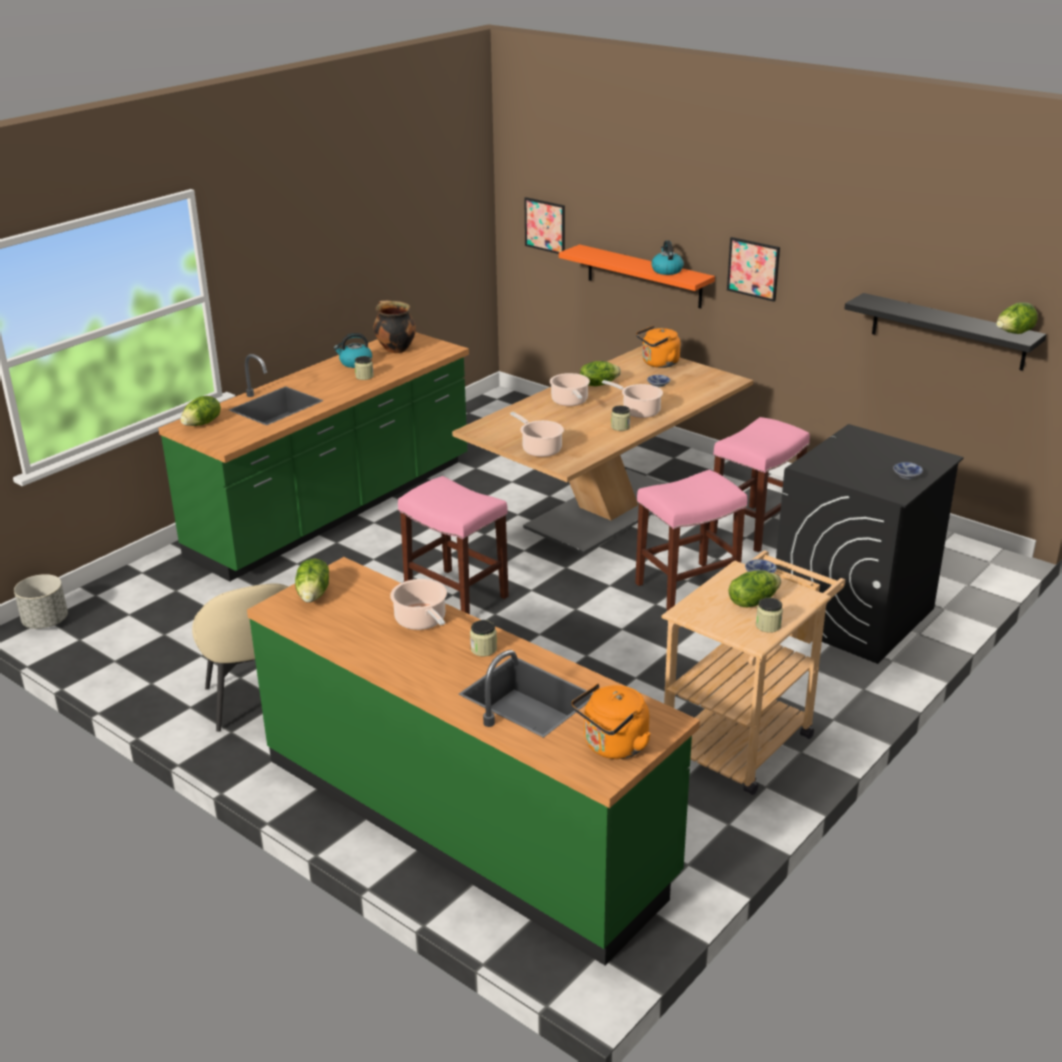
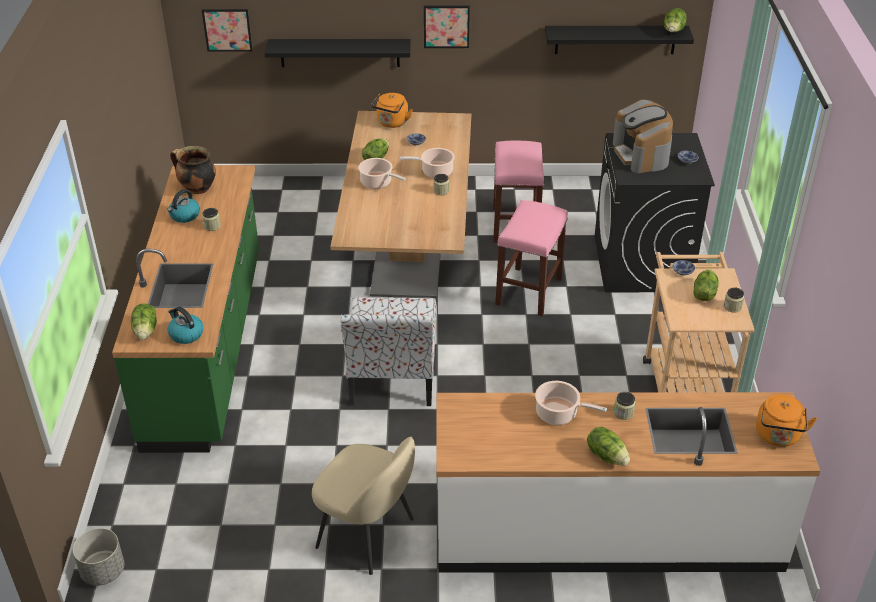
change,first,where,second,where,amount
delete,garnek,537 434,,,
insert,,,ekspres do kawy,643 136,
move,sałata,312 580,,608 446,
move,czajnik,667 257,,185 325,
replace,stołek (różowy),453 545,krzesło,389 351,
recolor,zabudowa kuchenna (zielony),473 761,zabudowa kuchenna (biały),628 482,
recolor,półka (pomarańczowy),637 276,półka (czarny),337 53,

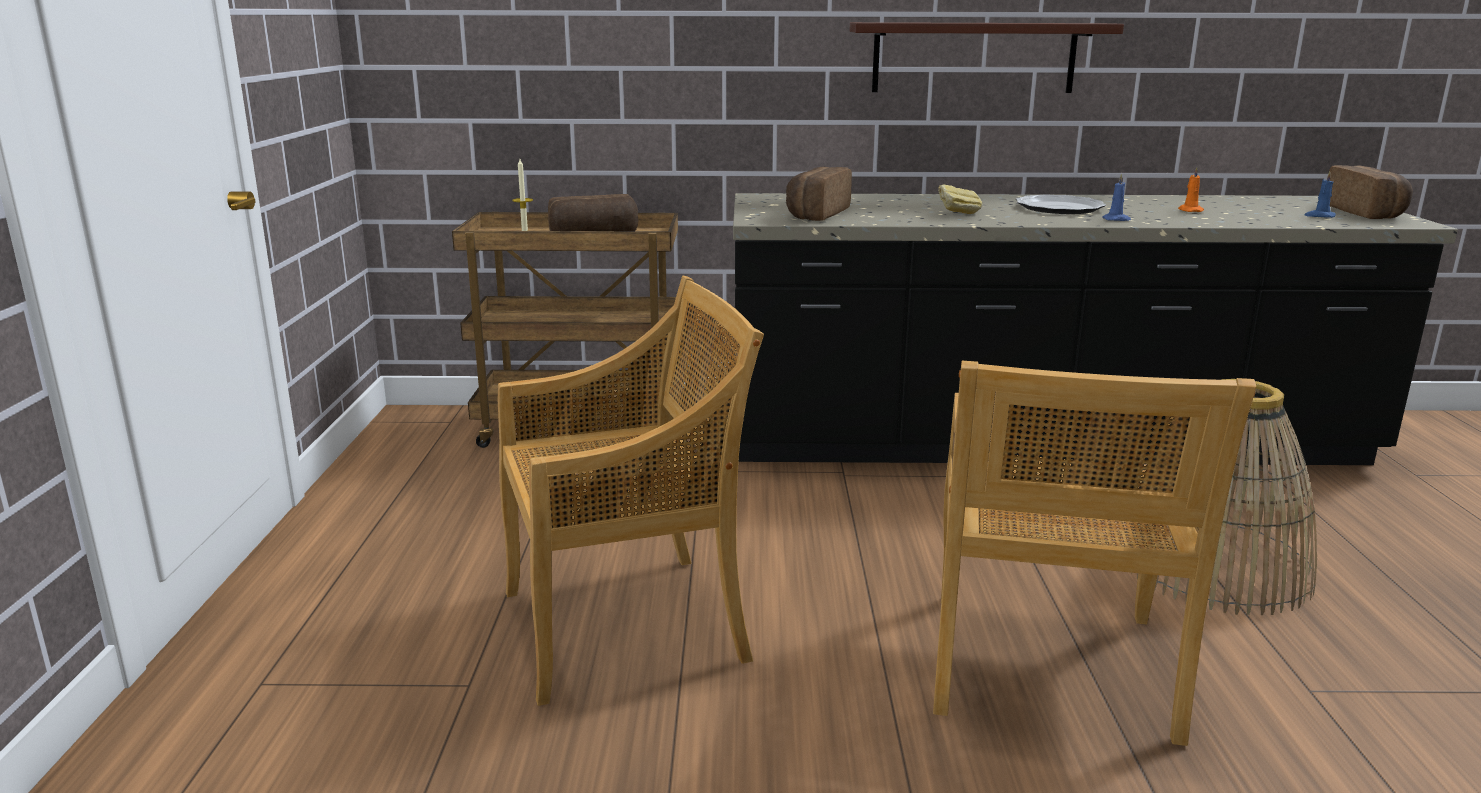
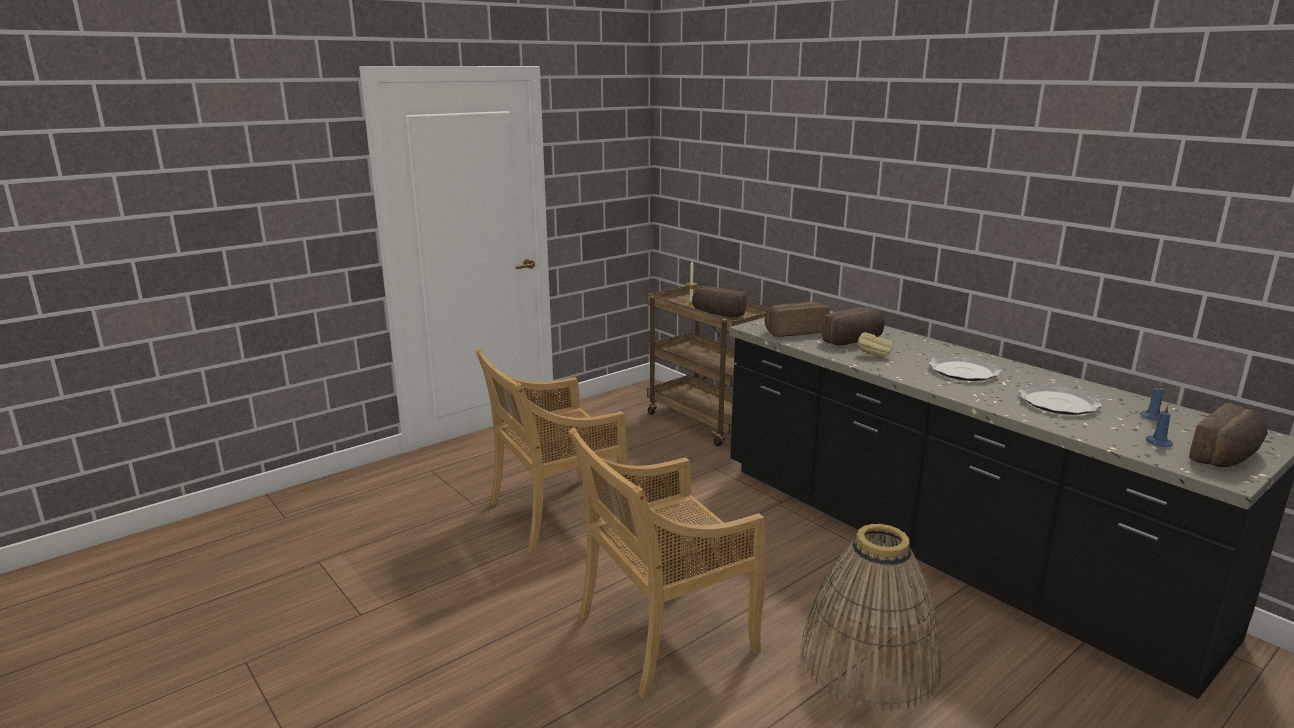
change,first,where,second,where,amount
delete,półka,987 57,,,
insert,,,chleb,853 325,
move,świeca (niebieski),1116 197,,1152 401,
replace,świeca (pomarańczowy),1191 189,talerz,1060 399,
rotate,krzesło (beżowy),631 491,,551 451,120 degrees clockwise

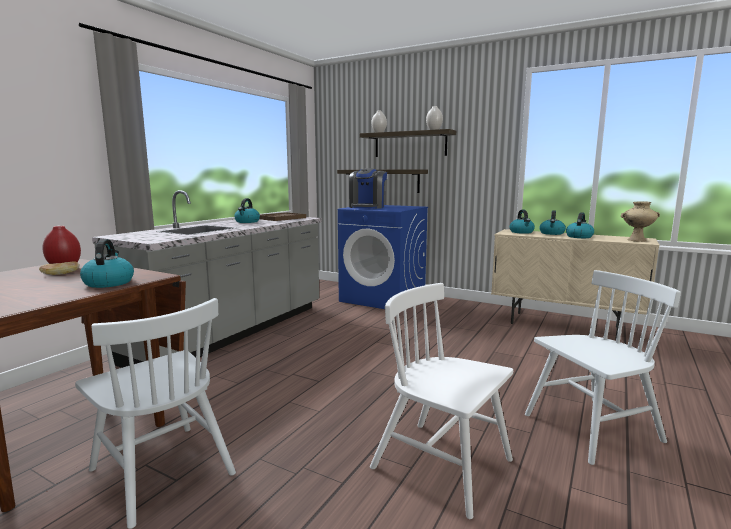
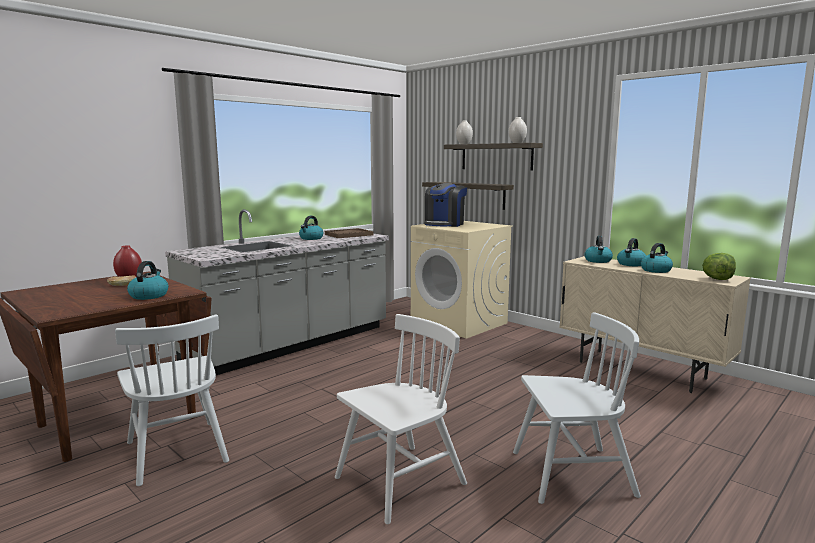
change,first,where,second,where,amount
replace,wazon (beżowy),640 221,sałata,719 266,
recolor,pralka (niebieski),383 257,pralka (beżowy),462 280,
rotate,krzesło (biały),441 401,,401 419,90 degrees clockwise

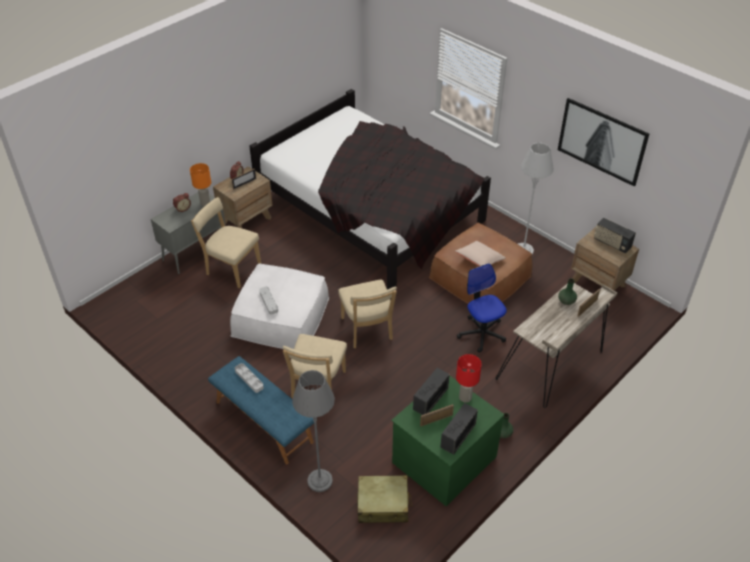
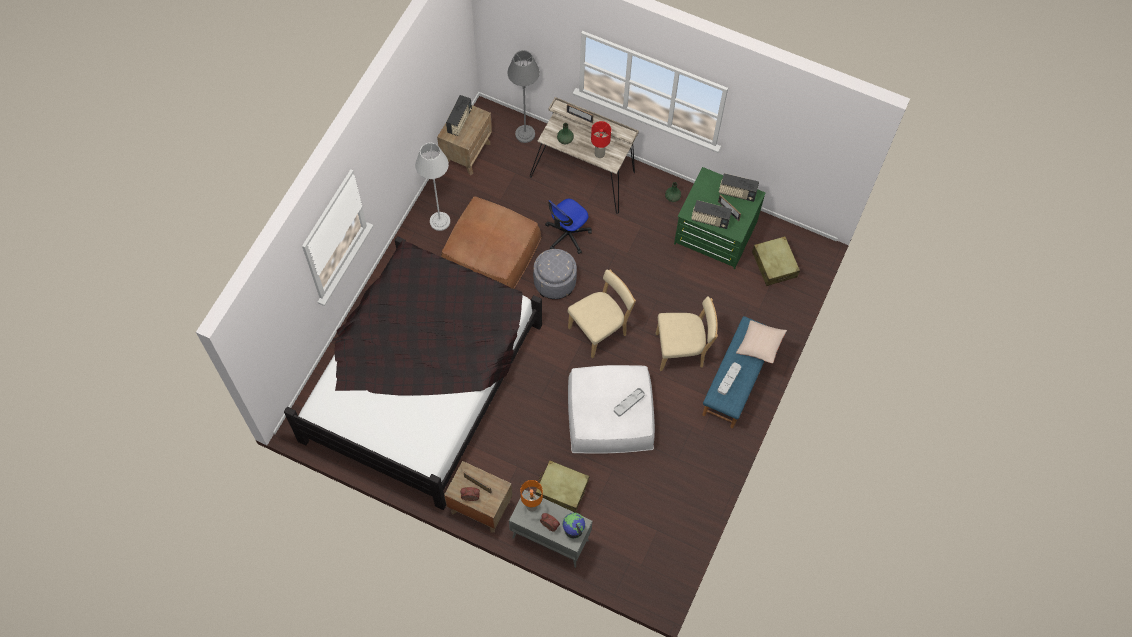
change,first,where,second,where,amount
delete,obraz,603 142,,,
insert,,,pufa (szary),555 274,
insert,,,globus,573 525,
move,lampa stojąca (szary),313 431,,523 96,
move,poduszka (beżowy),480 254,,761 341,
move,lampa stołowa (czerwony),469 378,,601 139,
replace,krzesło (beżowy),226 243,walizka (beżowy),563 486,

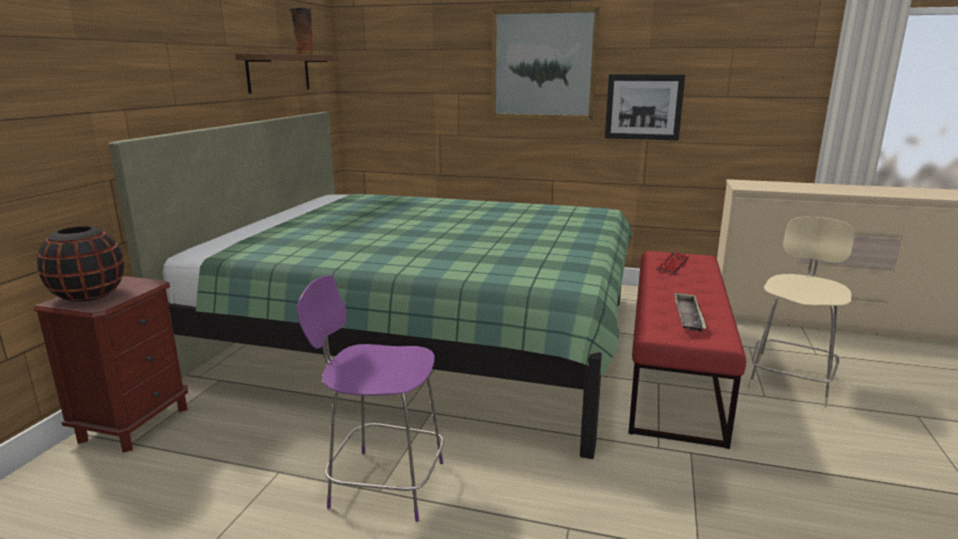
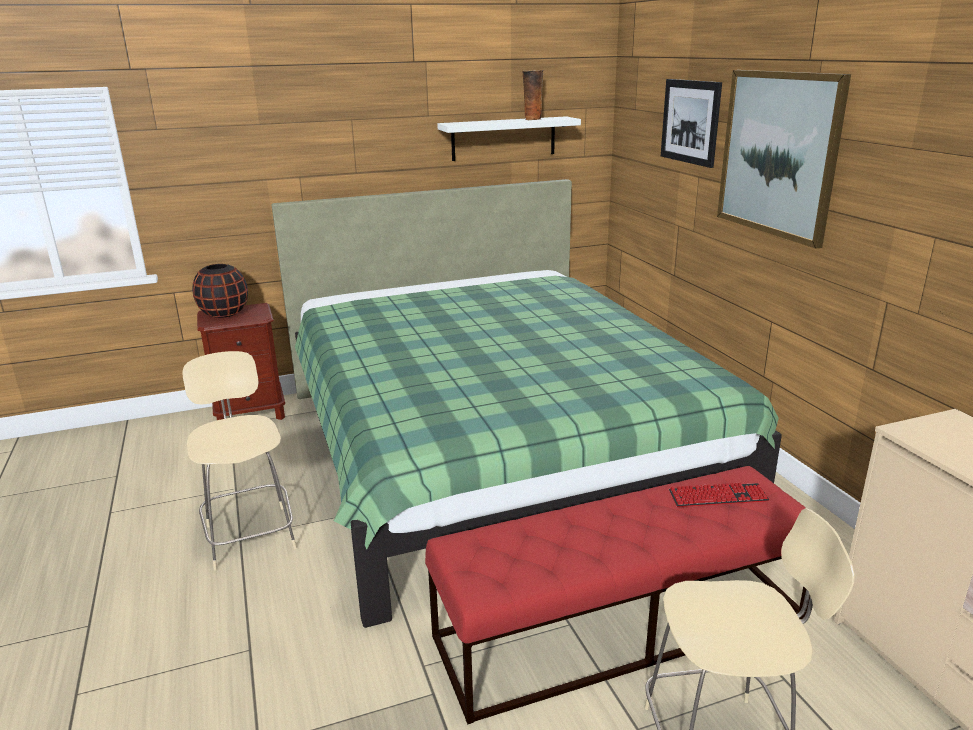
change,first,where,second,where,amount
delete,taca,690 312,,,
move,obraz,645 107,,691 123,
recolor,półka (brązowy),287 73,półka (biały),509 138,
recolor,krzesło (fioletowy),370 398,krzesło (beżowy),239 461,

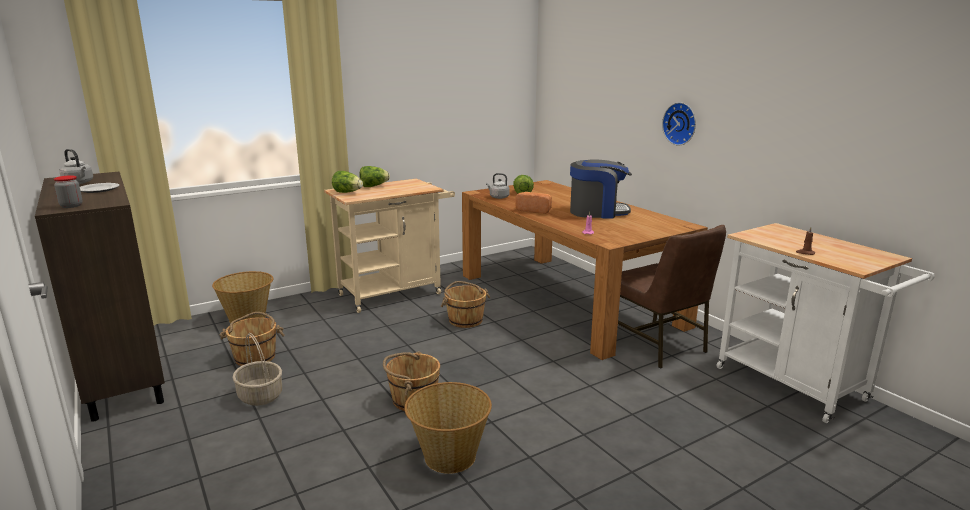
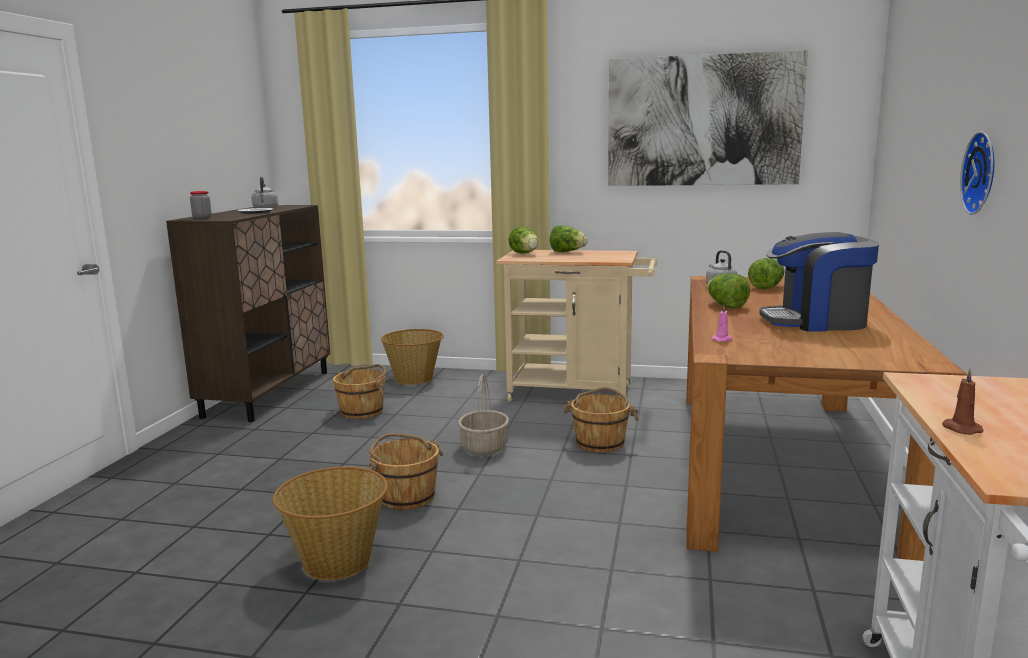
change,first,where,second,where,amount
delete,krzesło (brązowy),672 297,,,
insert,,,obraz,708 118,
move,koszyk,257 369,,483 414,
replace,chleb,533 203,sałata,728 291,
rotate,ekspres do kawy,601 189,,819 282,135 degrees clockwise

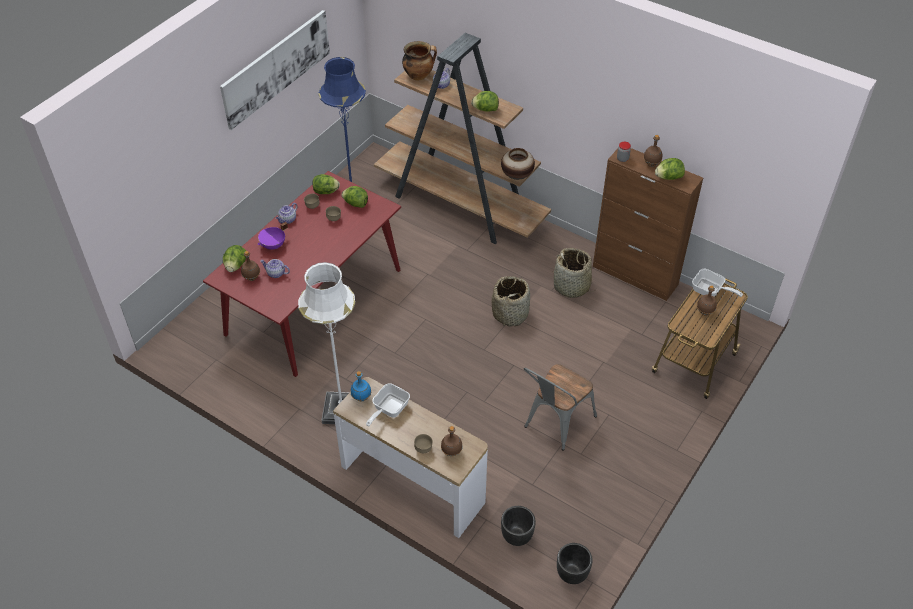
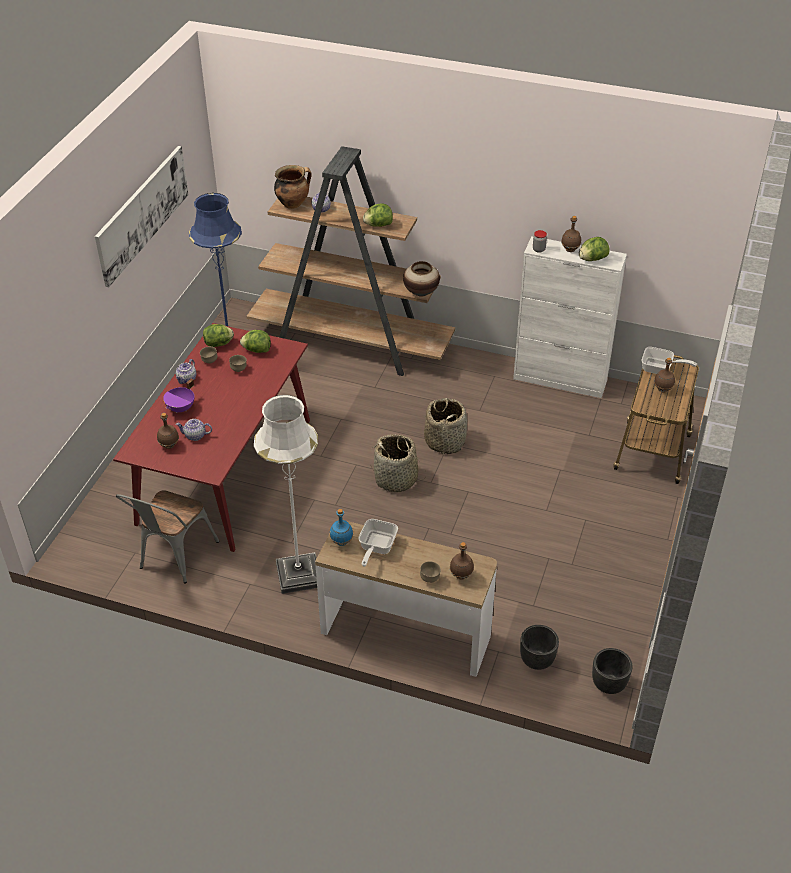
change,first,where,second,where,amount
delete,sałata,234 258,,,
move,krzesło (szary),560 407,,167 537,
move,koszyk,574 273,,398 463,
recolor,szafka (brązowy),648 224,szafka (biały),570 317,

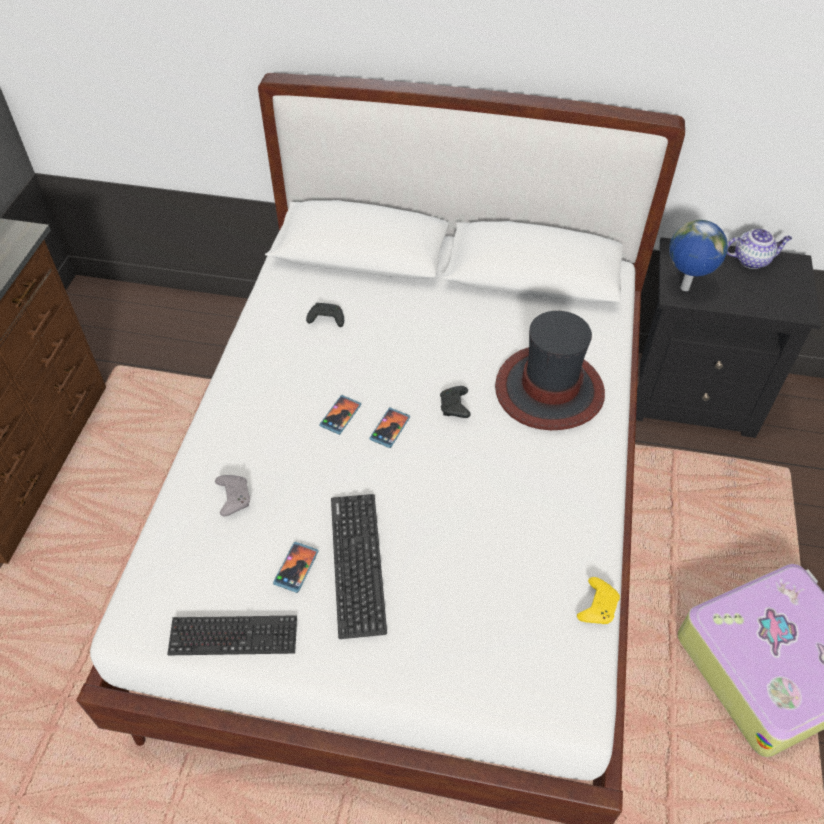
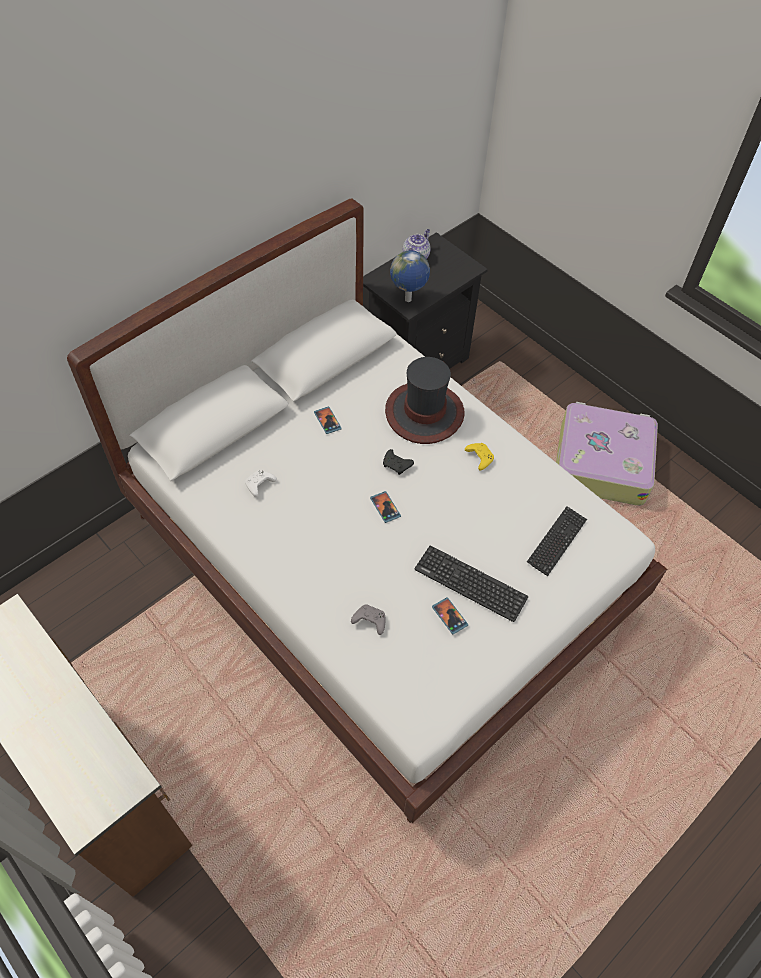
change,first,where,second,where,amount
move,klawiatura,232 635,,557 541,
move,telefon,340 415,,328 420,
move,pad do gier (żółty),598 600,,479 456,
recolor,pad do gier (czarny),325 315,pad do gier (biały),261 483,

